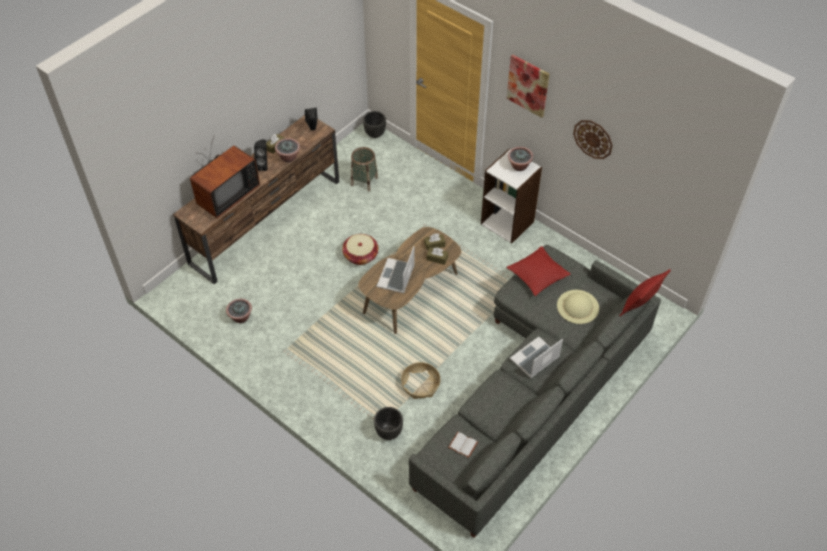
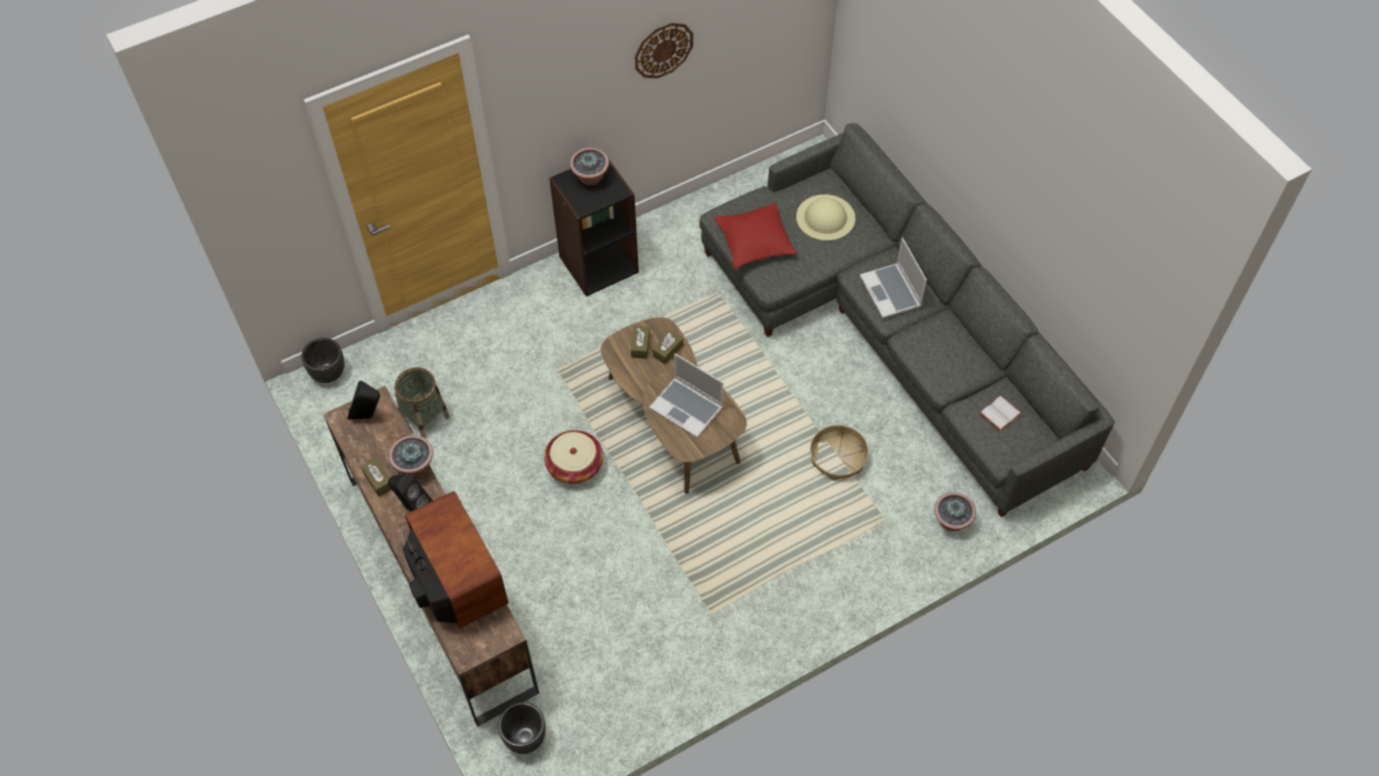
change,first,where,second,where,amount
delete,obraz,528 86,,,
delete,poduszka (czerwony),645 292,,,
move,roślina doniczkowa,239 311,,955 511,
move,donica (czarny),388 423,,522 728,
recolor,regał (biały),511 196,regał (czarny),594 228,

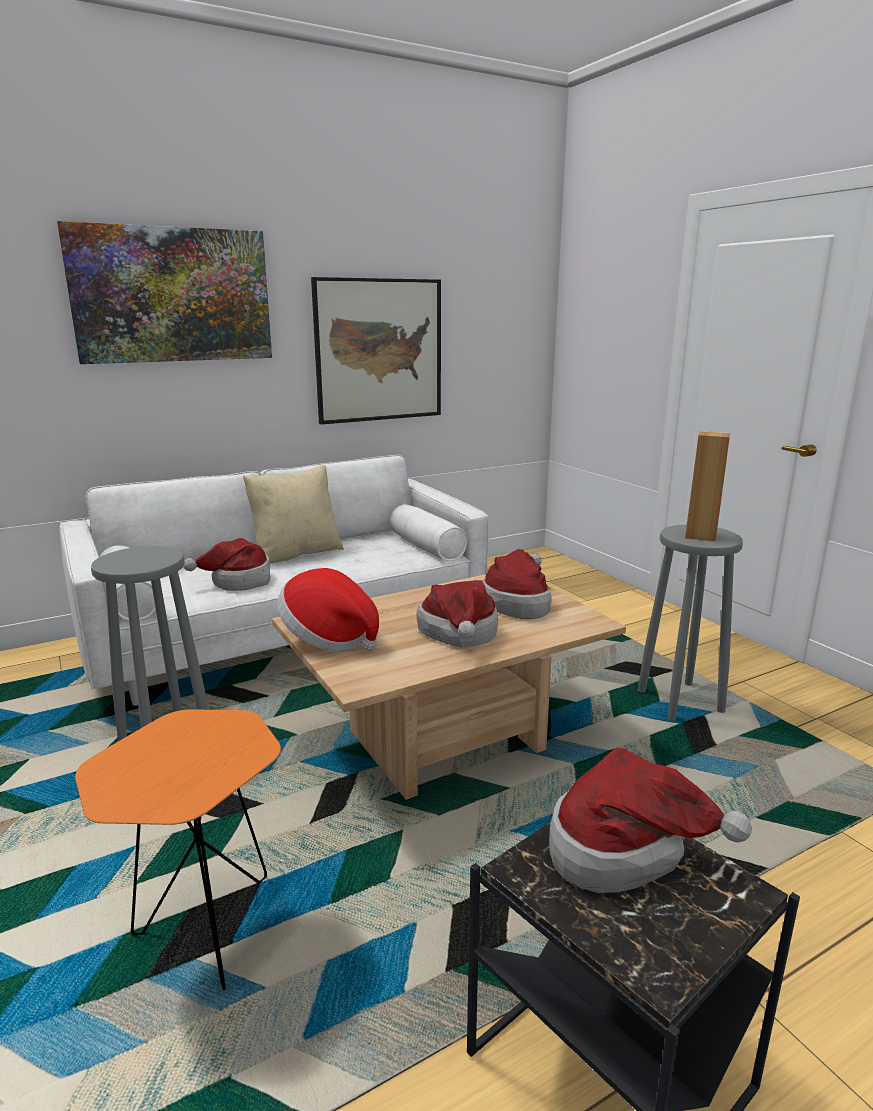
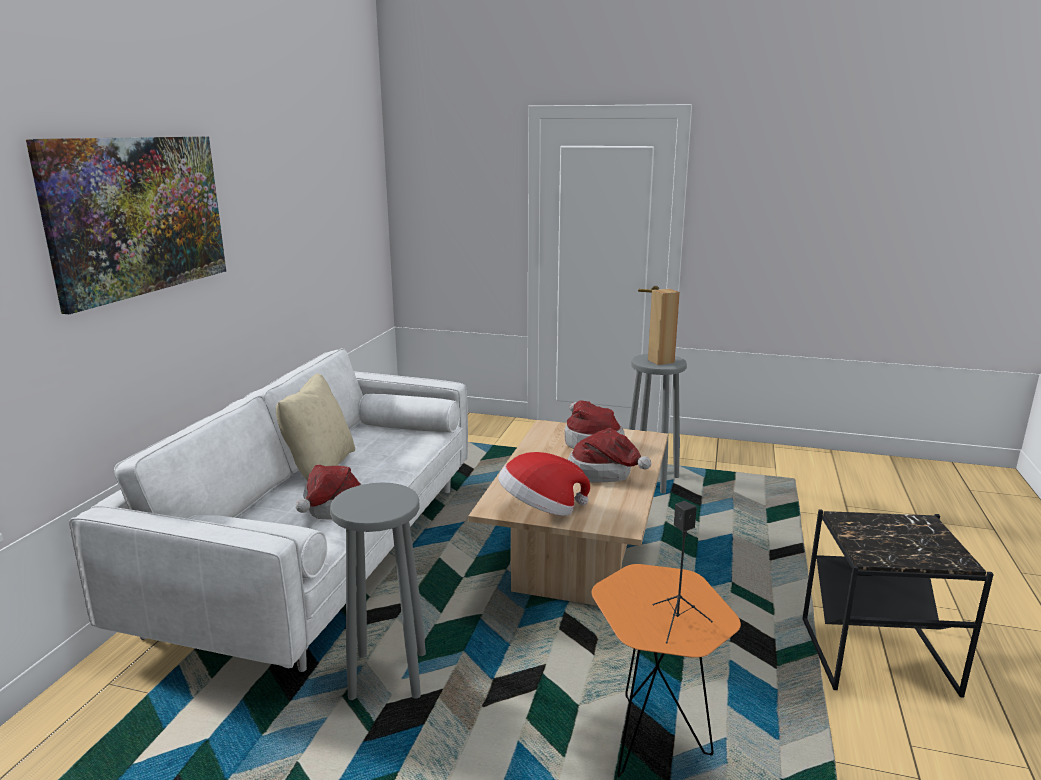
change,first,where,second,where,amount
delete,obraz,376 350,,,
delete,kapelusz,650 820,,,
insert,,,głośnik (czarny),682 572,

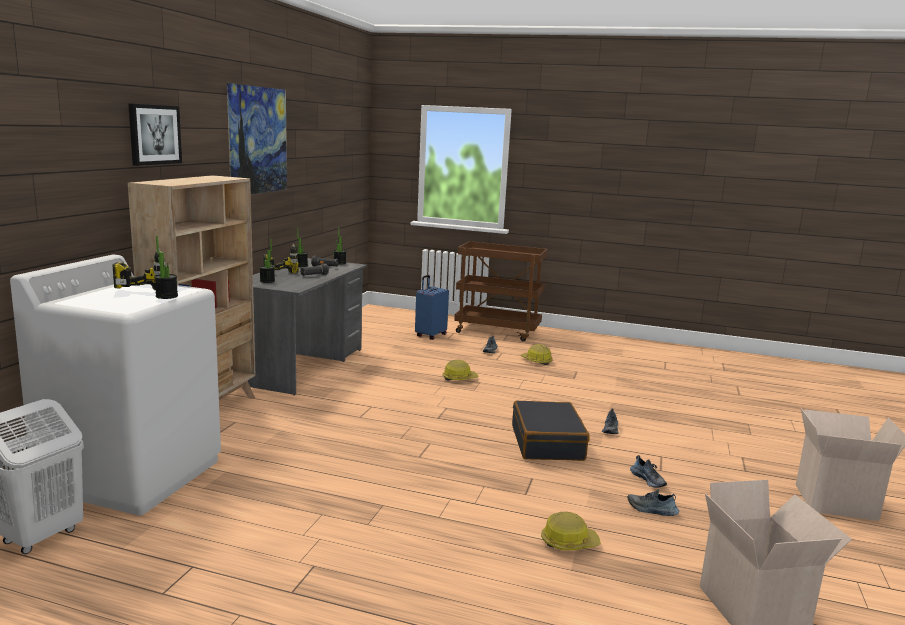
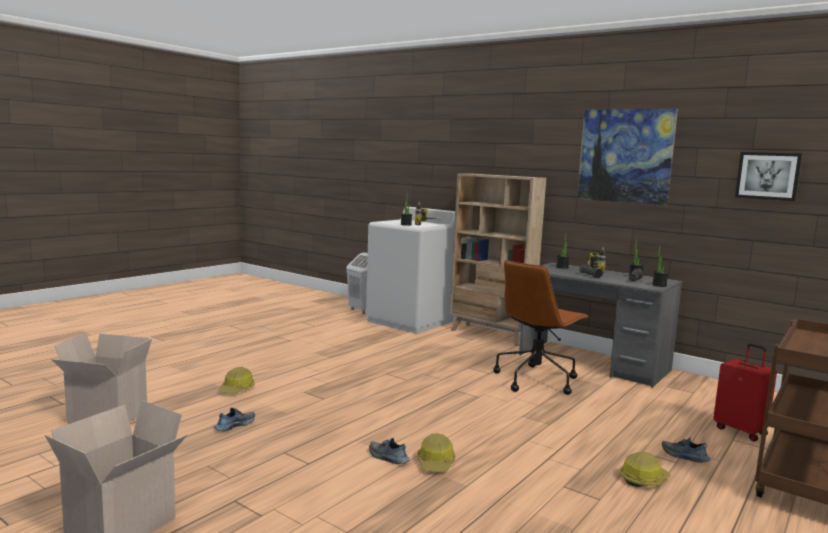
change,first,where,second,where,amount
delete,walizka (czarny),550 431,,,
delete,but,648 471,,,
insert,,,krzesło biurowe (brązowy),541 327,
move,obraz,155 134,,768 176,
move,kask,460 370,,436 452,
recolor,walizka (niebieski),432 307,walizka (czerwony),745 392,

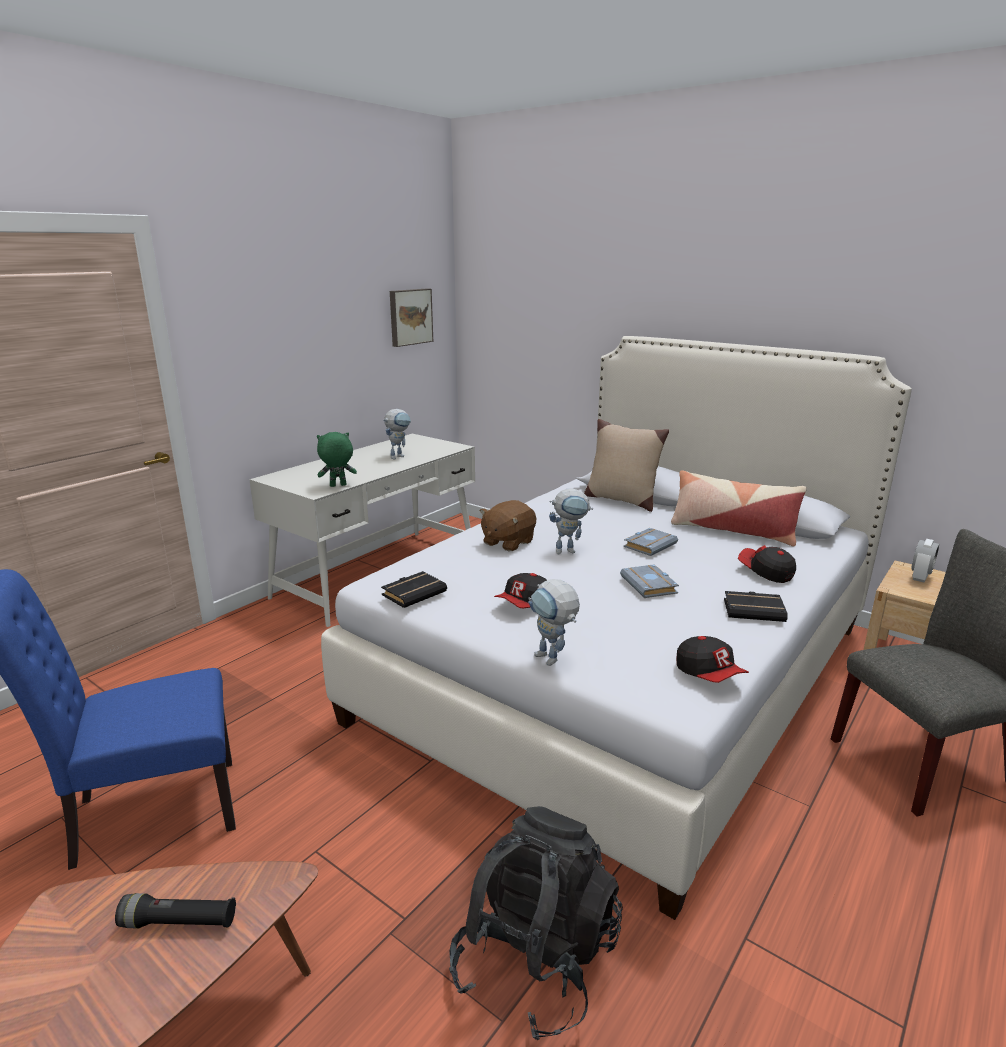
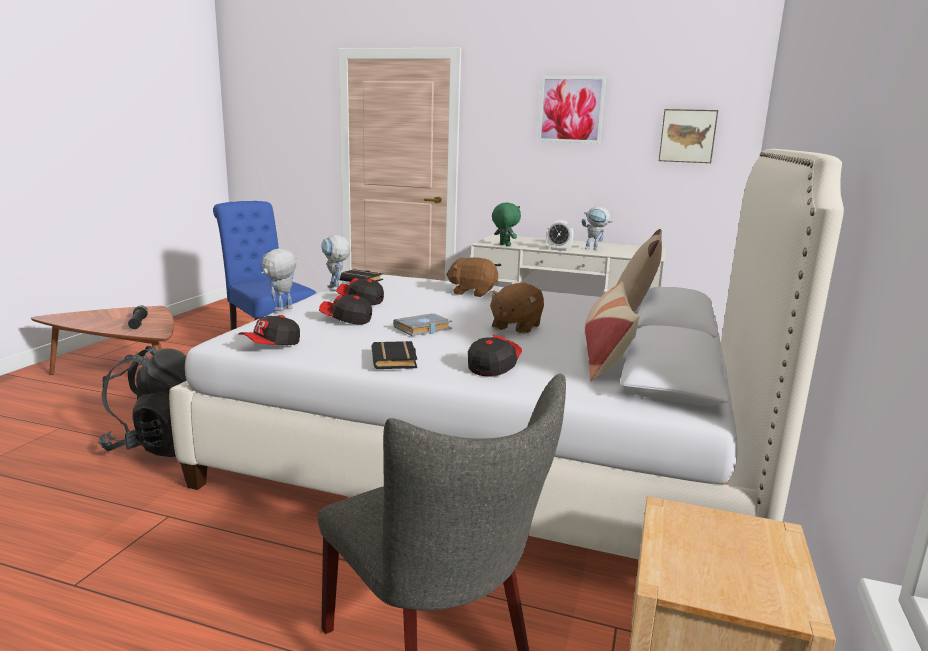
change,first,where,second,where,amount
insert,,,czapka z daszkiem,345 309,
insert,,,obraz,572 109,
move,robot zabawkowy,571 521,,336 263,
move,budzik,925 561,,560 235,
replace,książka (szary),651 542,pluszak (brązowy),516 308,

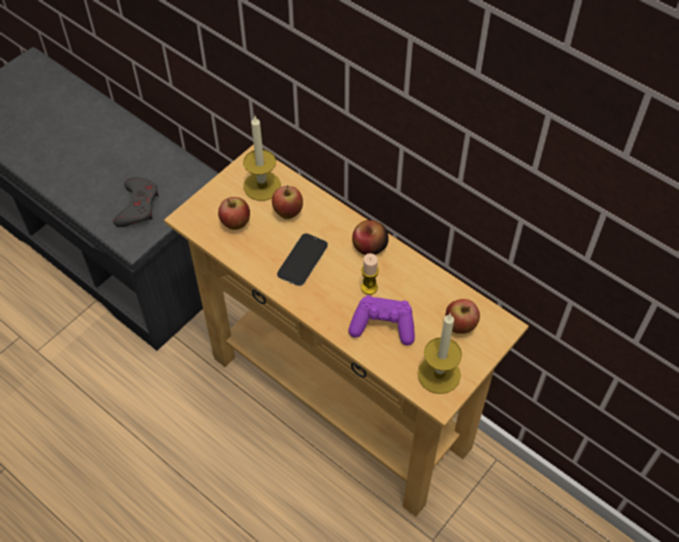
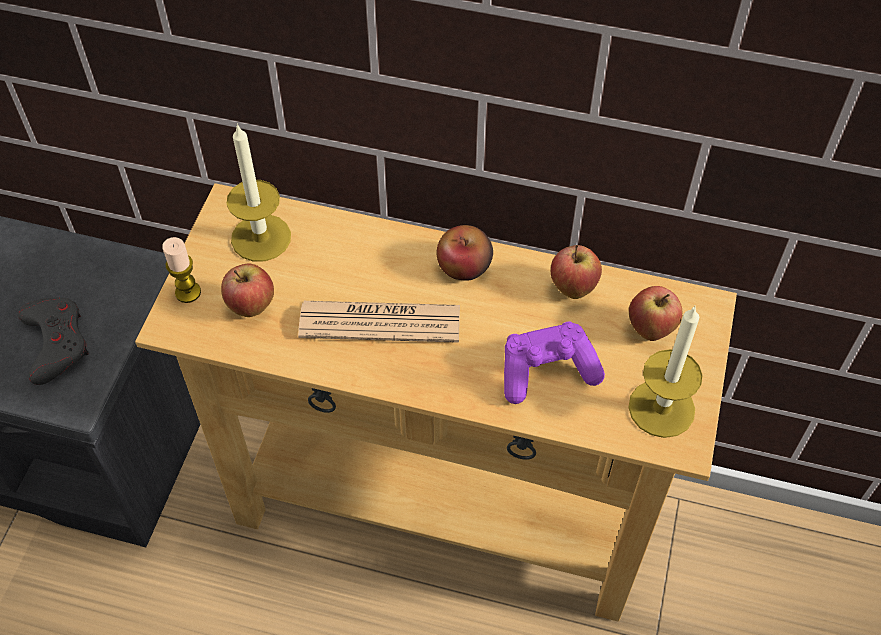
change,first,where,second,where,amount
move,jabłko,287 202,,576 272,
move,świeca,370 274,,181 270,
replace,telefon,302 259,gazeta,379 322,

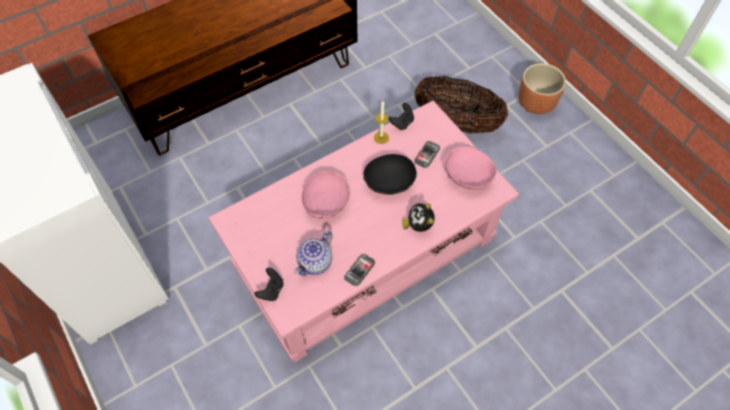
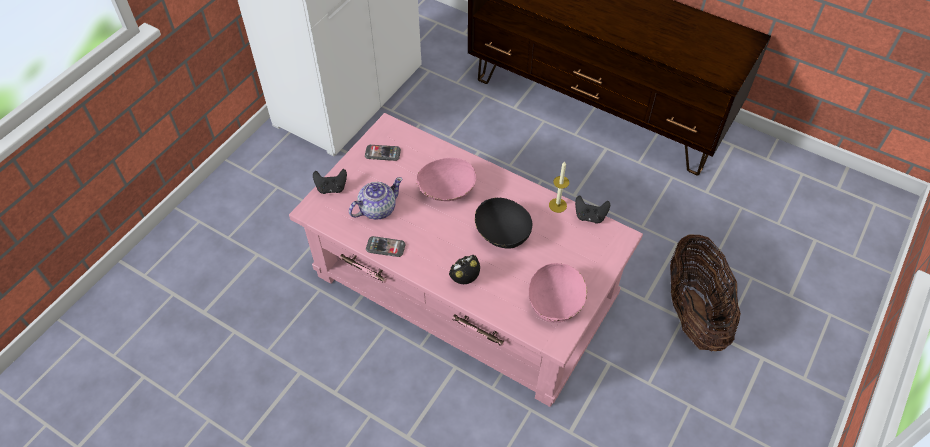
change,first,where,second,where,amount
delete,donica (brązowy),542 88,,,
move,telefon,427 154,,383 153,
rotate,imbryk,313 253,,376 198,135 degrees clockwise

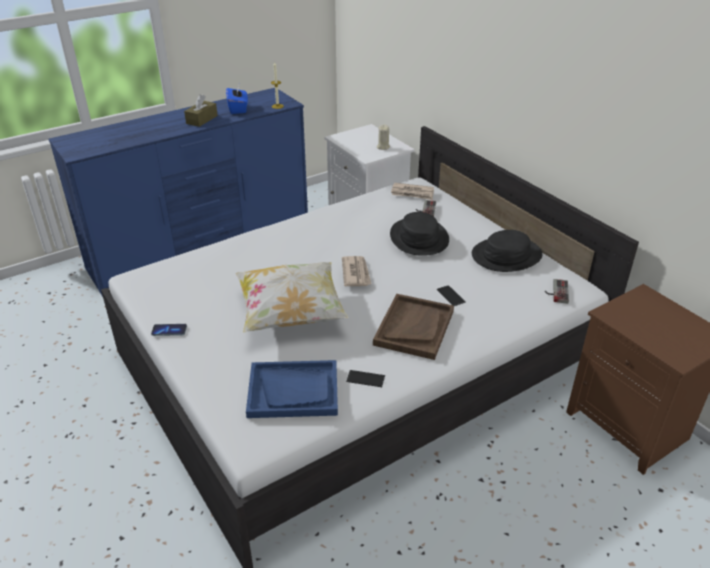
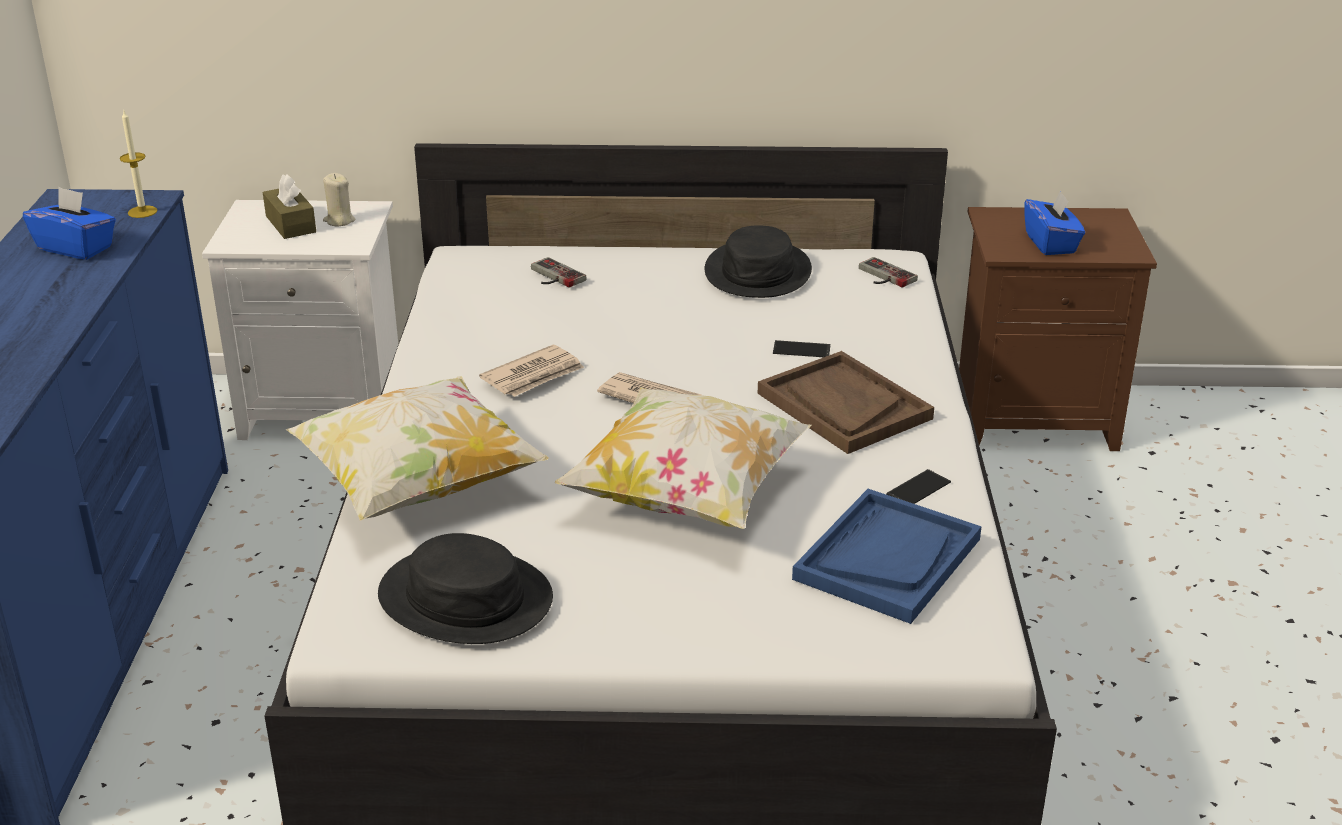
change,first,where,second,where,amount
delete,telefon,169 330,,,
insert,,,poduszka,417 448,
insert,,,pudełko chusteczek (niebieski),1054 222,
move,pudełko chusteczek (brązowy),201 110,,289 206,
move,kapelusz (czarny),419 234,,465 588,
move,gazeta,412 191,,531 371,

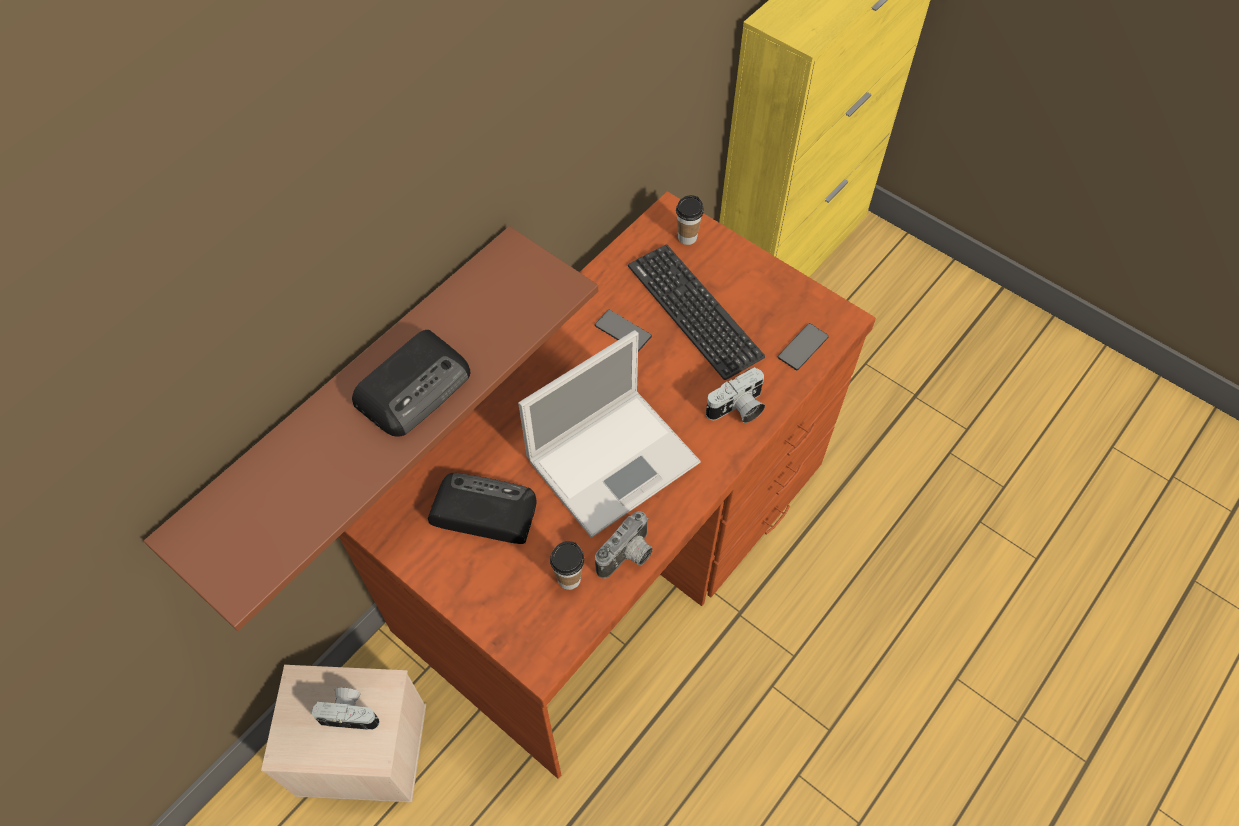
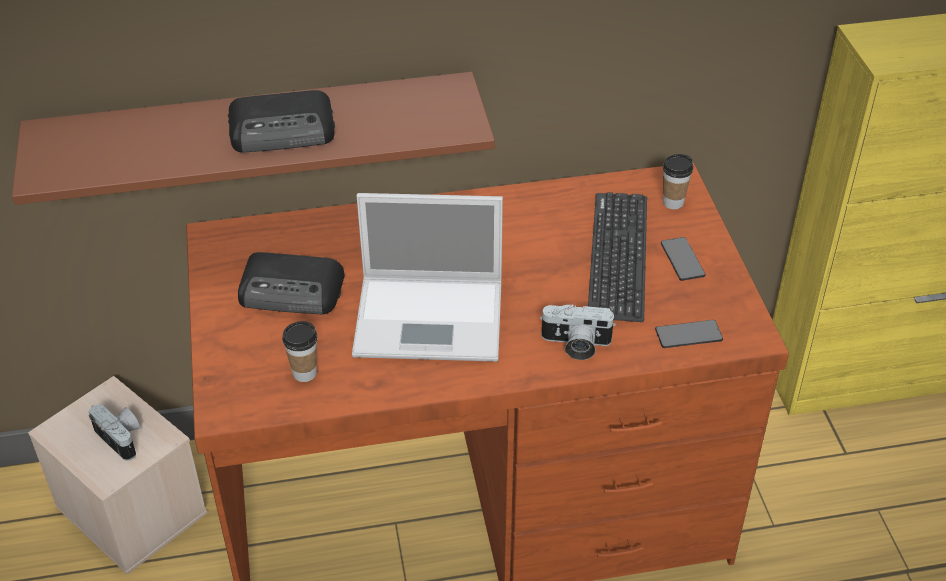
change,first,where,second,where,amount
delete,aparat fotograficzny,624 545,,,
move,telefon,623 331,,683 259,
rotate,radio,482 508,,291 283,135 degrees clockwise

